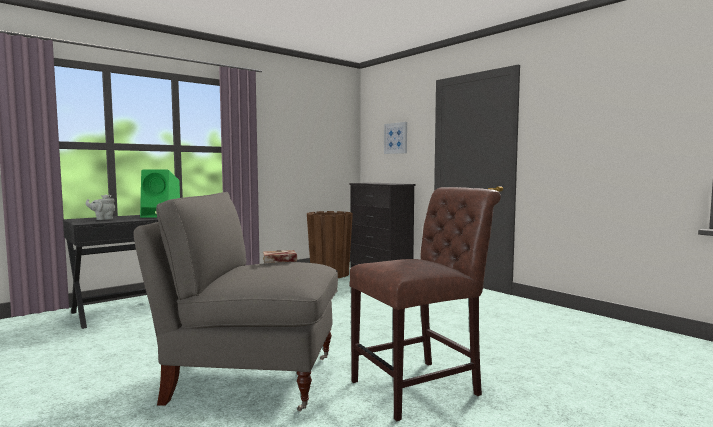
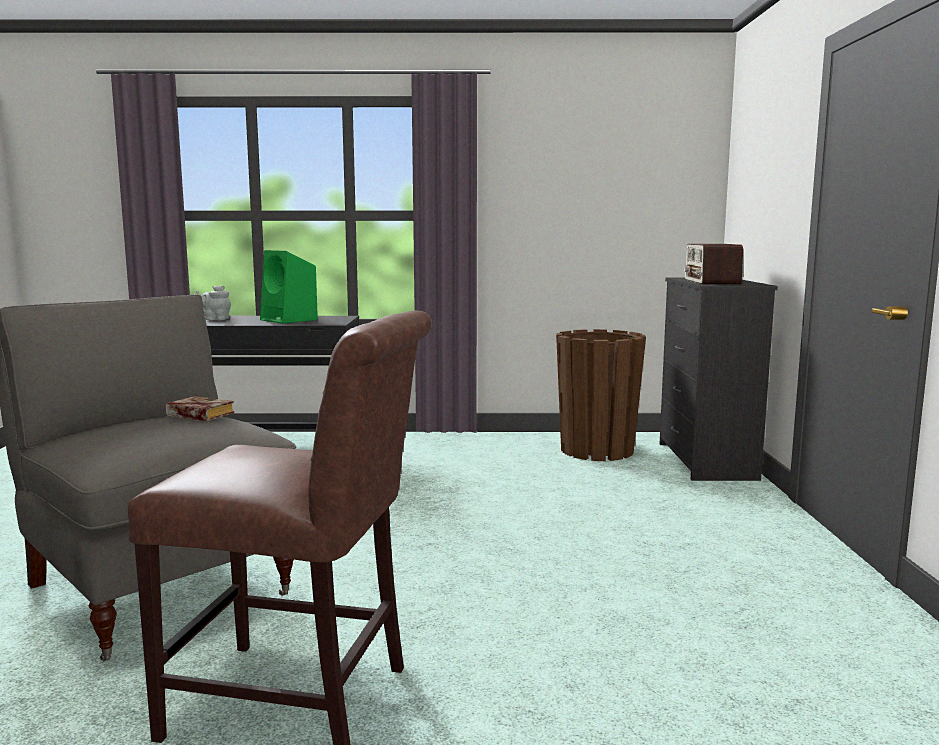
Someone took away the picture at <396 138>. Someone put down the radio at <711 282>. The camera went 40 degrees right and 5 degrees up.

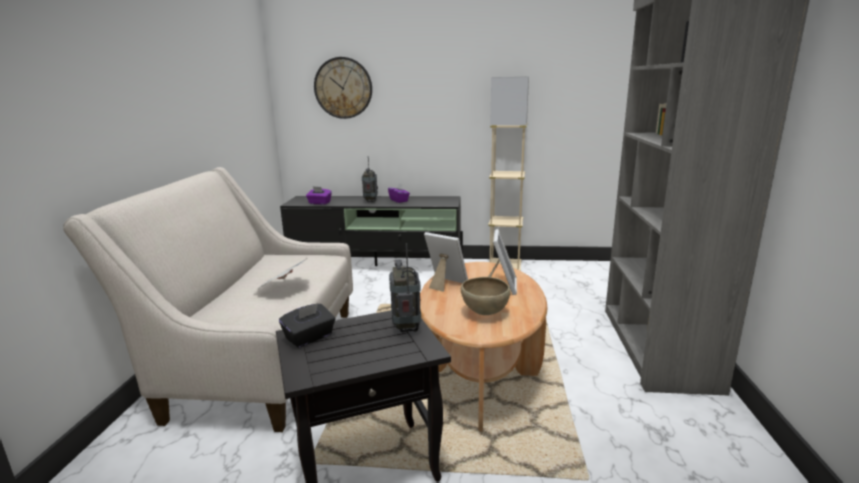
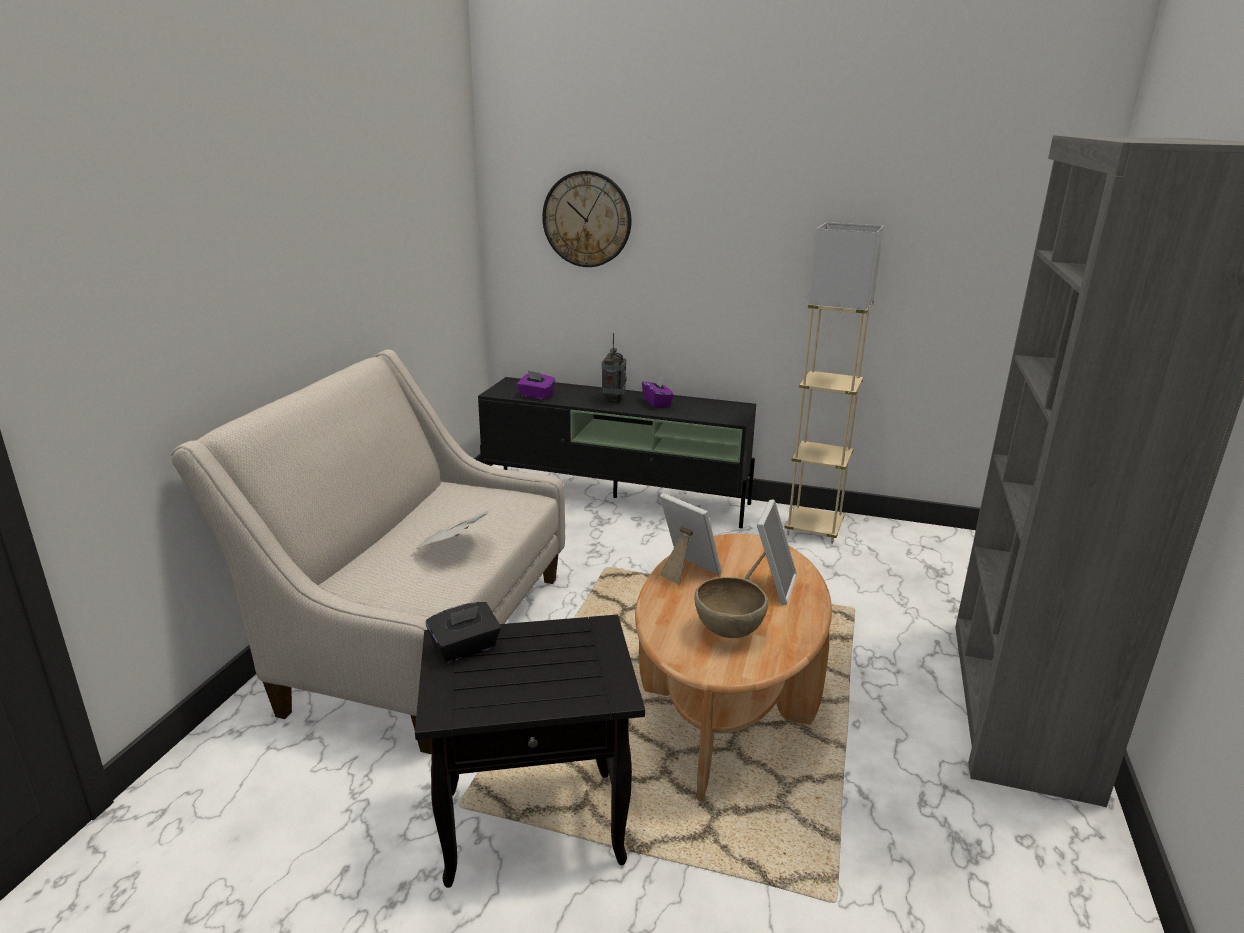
Someone took away the radio at <406 327>. The camera went 10 degrees right and 5 degrees up.

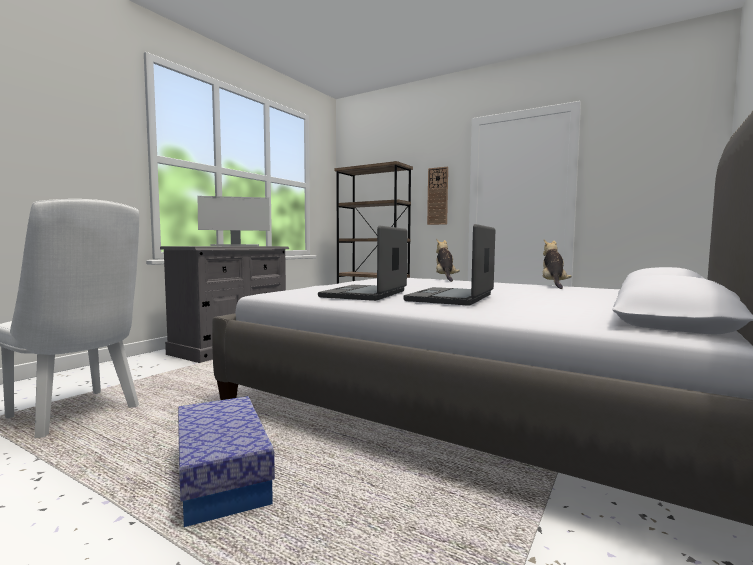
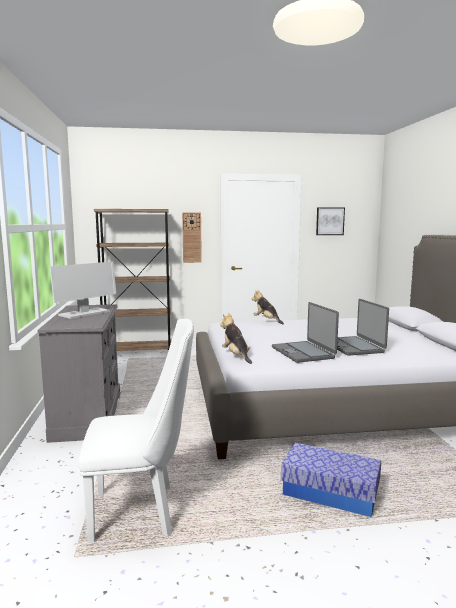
Someone carried the plush toy from <553 285> to <236 356>. Someone put up the picture at <330 221>. The camera went 40 degrees left and 5 degrees up.

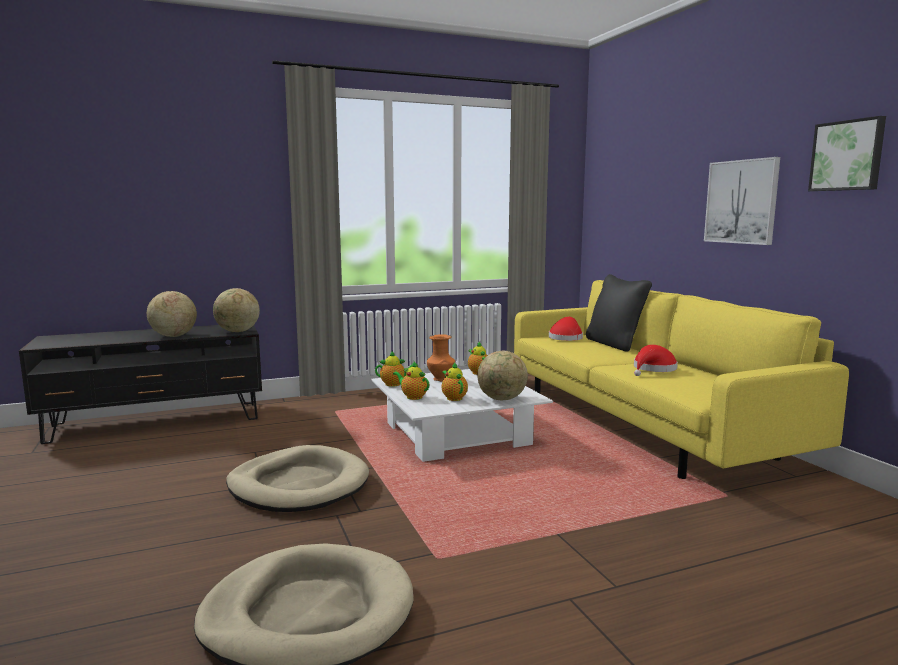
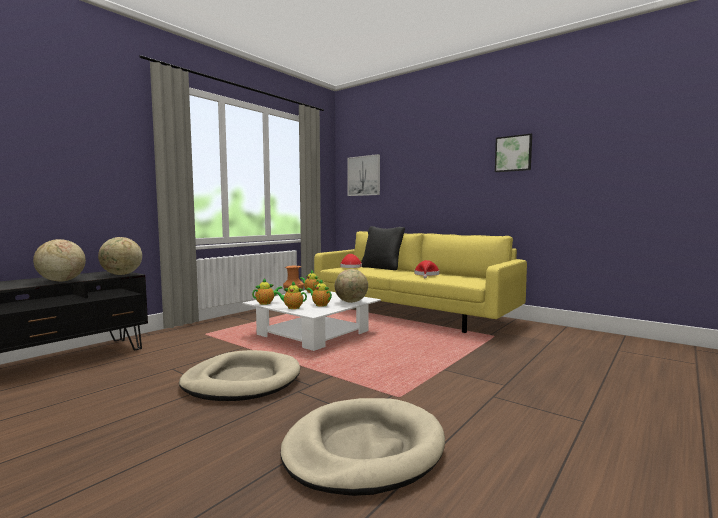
Someone carried the picture from <741 202> to <364 176>. The camera went 30 degrees left and 5 degrees down.

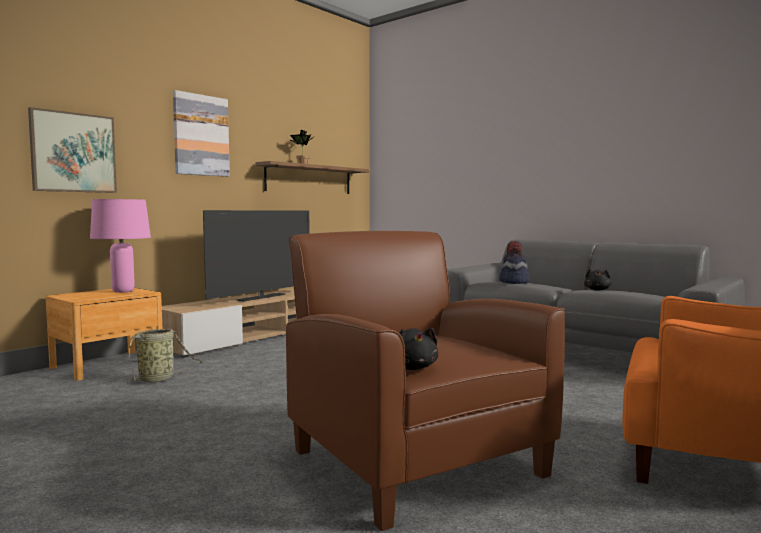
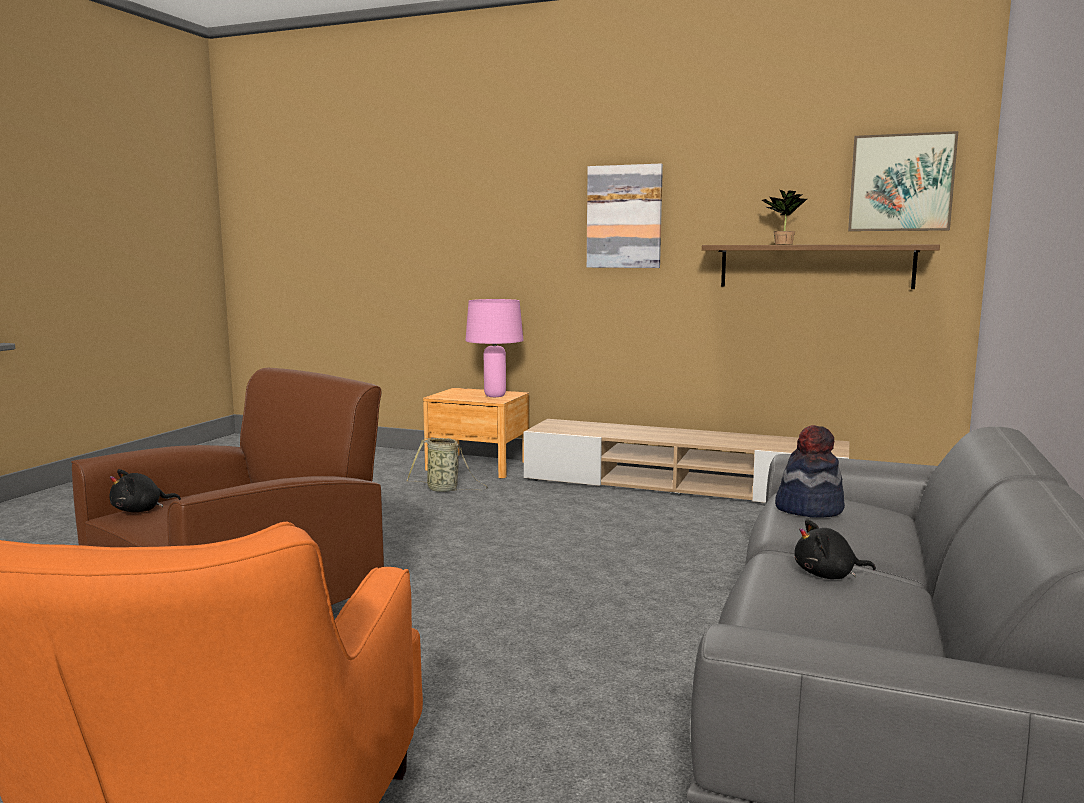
Someone carried the picture from <73 152> to <901 183>. Someone took away the television at <261 297>. The camera went 70 degrees right and 5 degrees up.

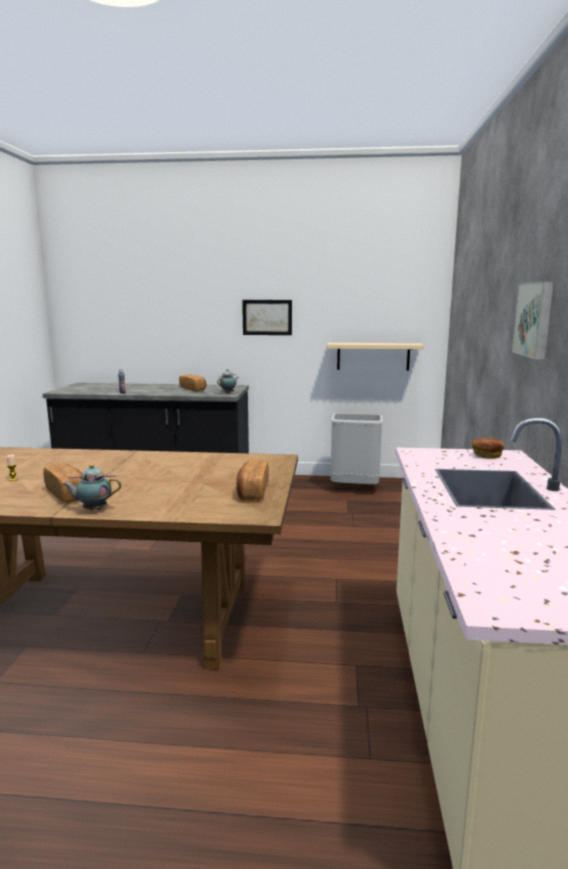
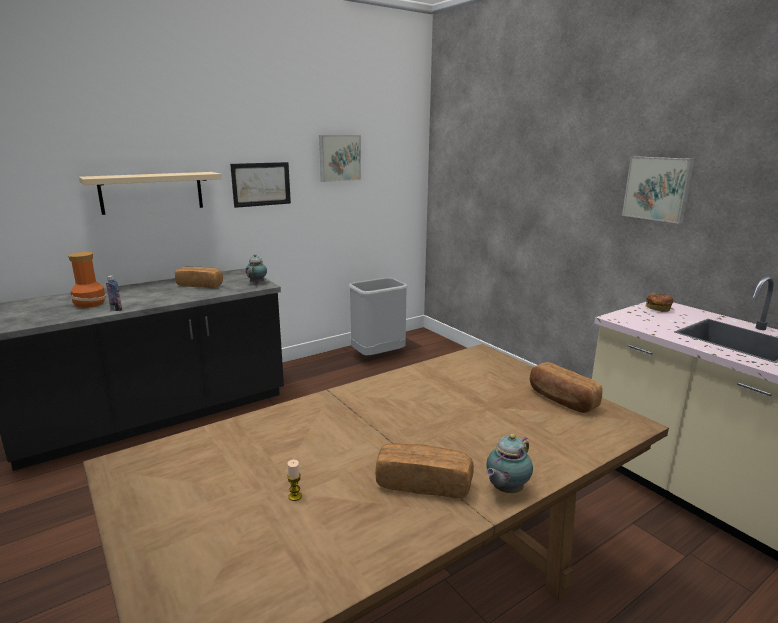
Someone carried the shelf (beige) from <373 356> to <152 192>. Someone put up the picture at <339 158>. Someone put down the vase at <89 303>. The camera went 40 degrees left and 5 degrees up.

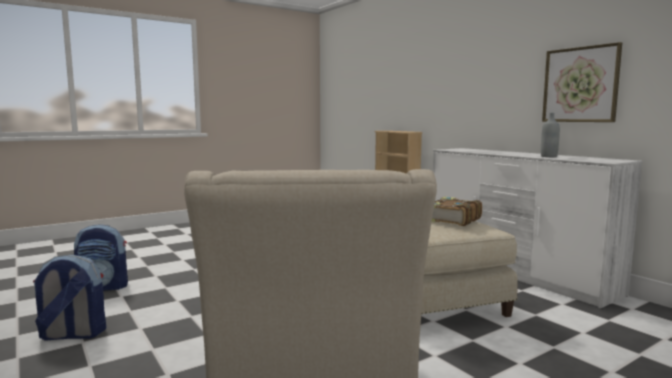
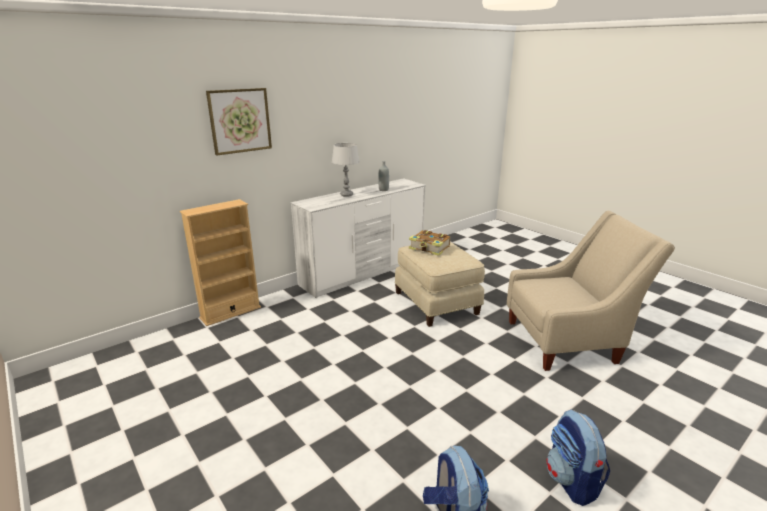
Someone carried the picture from <580 85> to <240 121>. Someone put down the table lamp (grey) at <346 195>. The camera went 95 degrees left and 15 degrees up.

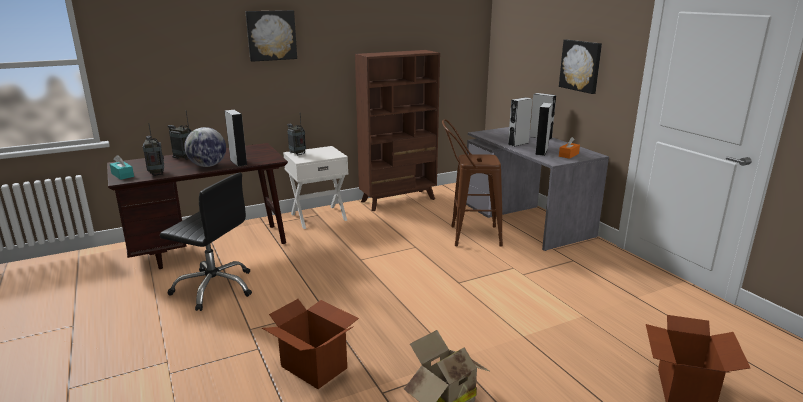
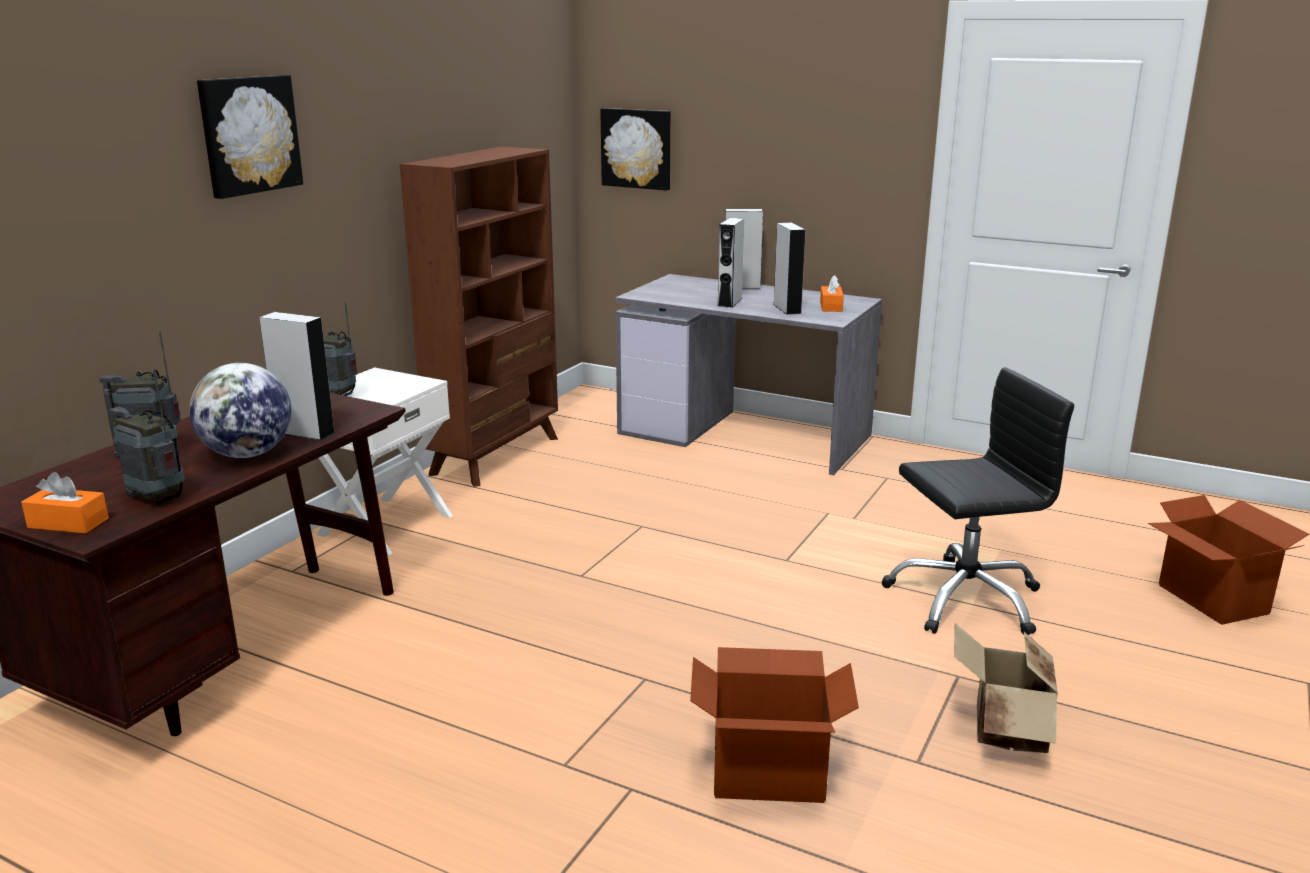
Someone carried the picture from <581 66> to <637 148>. Someone took away the stool (brown) at <468 236>. Someone repainted the tissue box (turquoise) at <122 175>, which became the tissue box (orange) at <68 523>. Someone carried the office chair (black) from <214 288> to <964 599>. The camera went 35 degrees left and 0 degrees up.

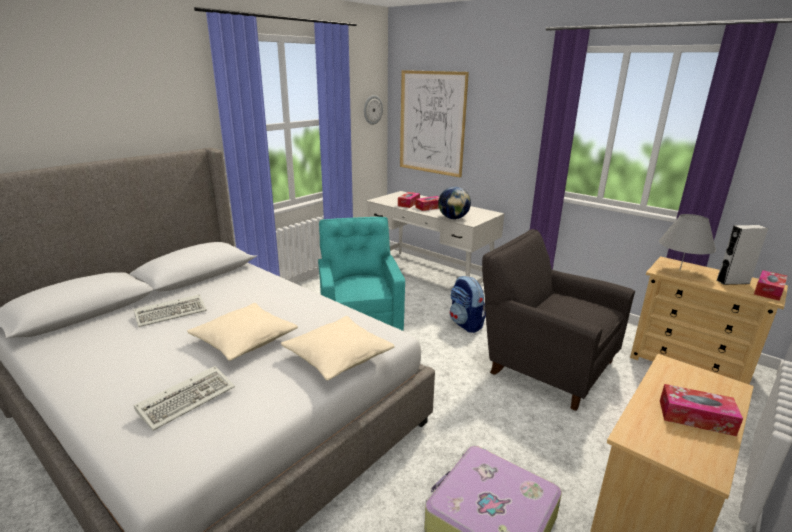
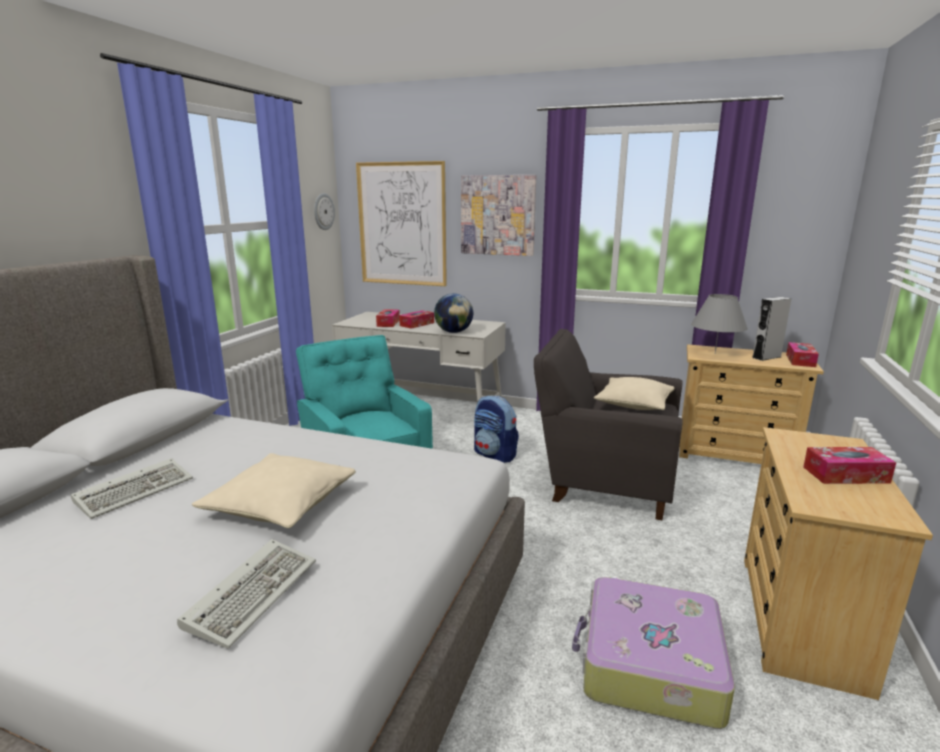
Someone carried the pillow (beige) from <338 357> to <634 404>. Someone put up the picture at <498 215>. The camera went 20 degrees left and 5 degrees down.

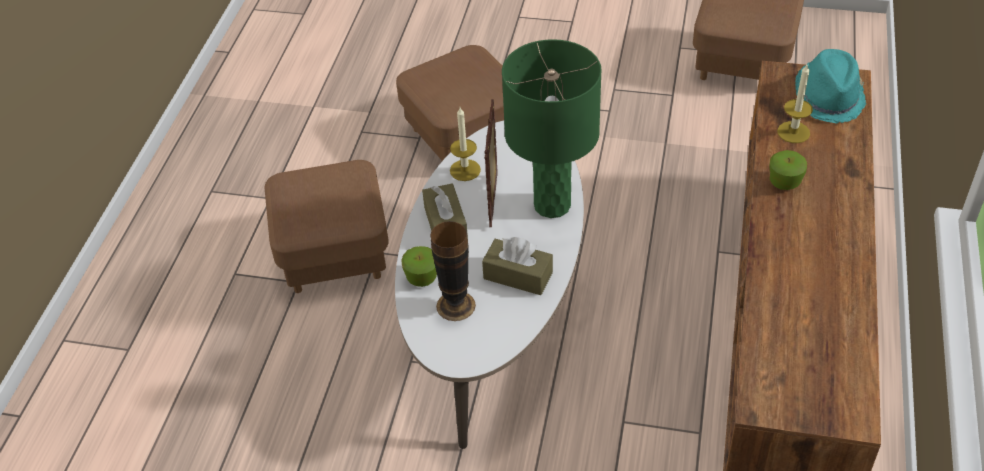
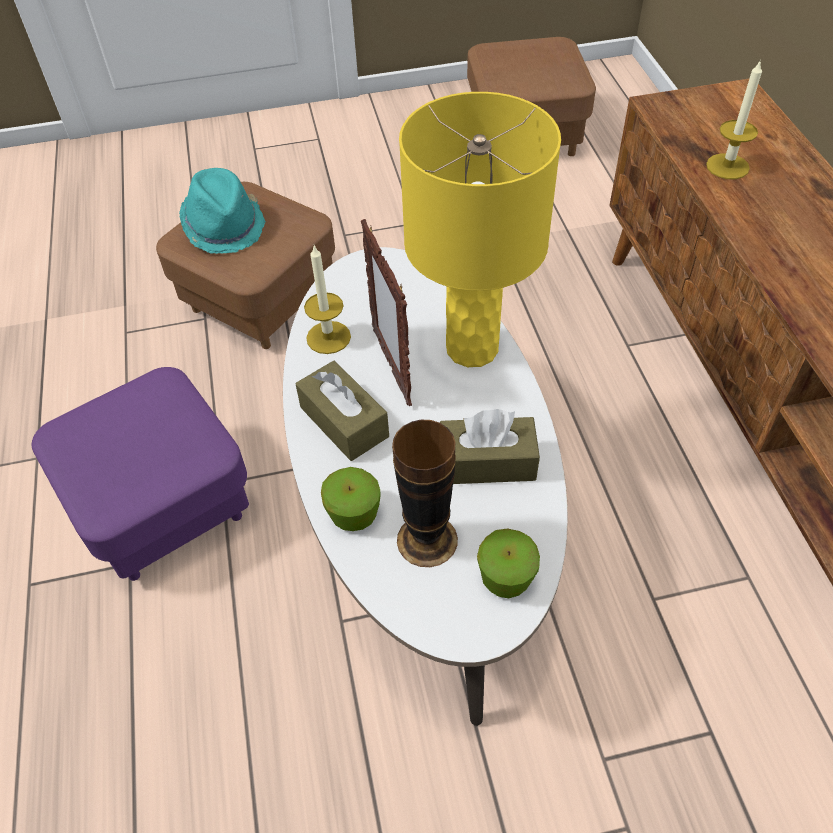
Someone repainted the table lamp (green) at <552 205>, which became the table lamp (yellow) at <473 349>. Someone carried the hat (turquoise) from <829 98> to <224 226>. Someone carried the apple from <784 182> to <506 577>. Someone repainted the ottoman (brown) at <334 254>, which became the ottoman (purple) at <163 506>. The camera went 25 degrees left and 5 degrees up.

